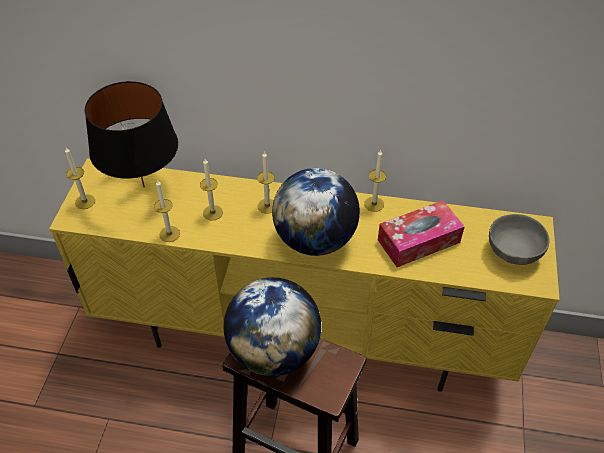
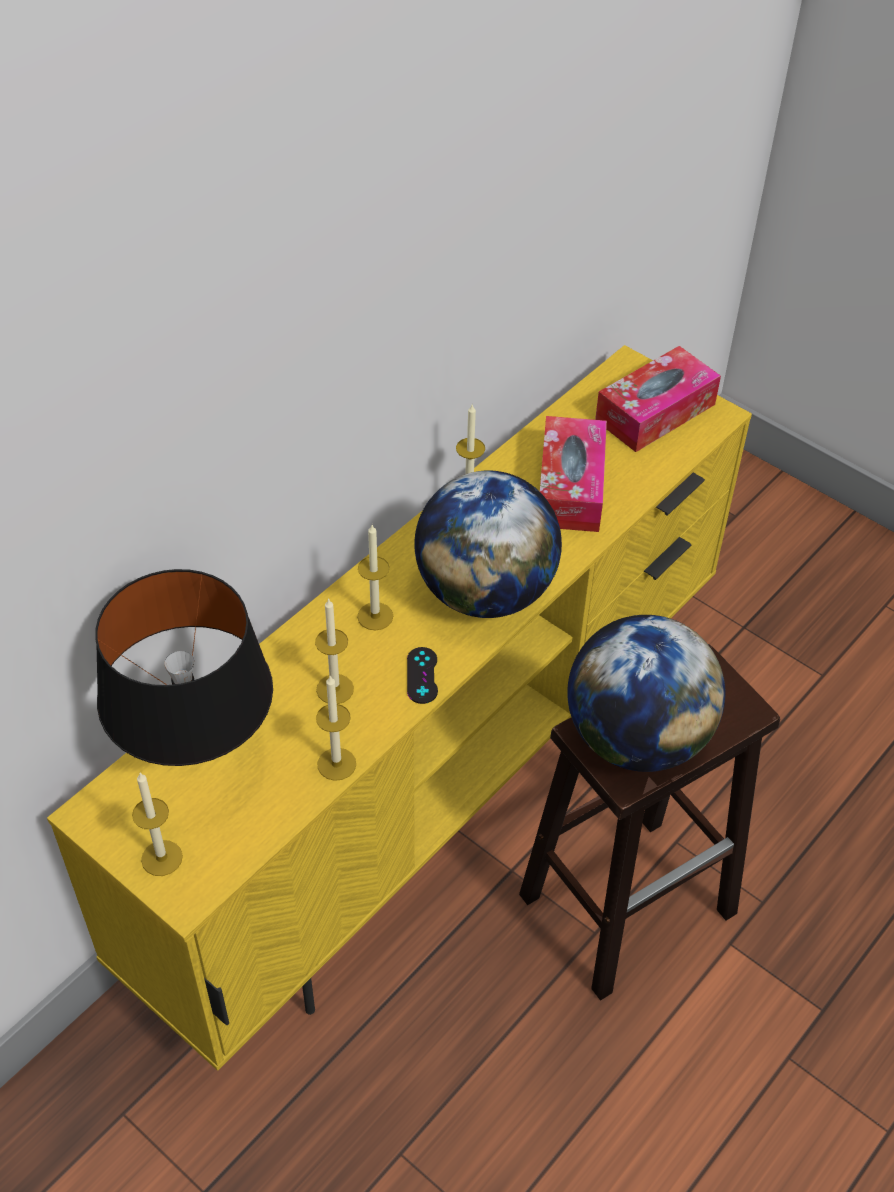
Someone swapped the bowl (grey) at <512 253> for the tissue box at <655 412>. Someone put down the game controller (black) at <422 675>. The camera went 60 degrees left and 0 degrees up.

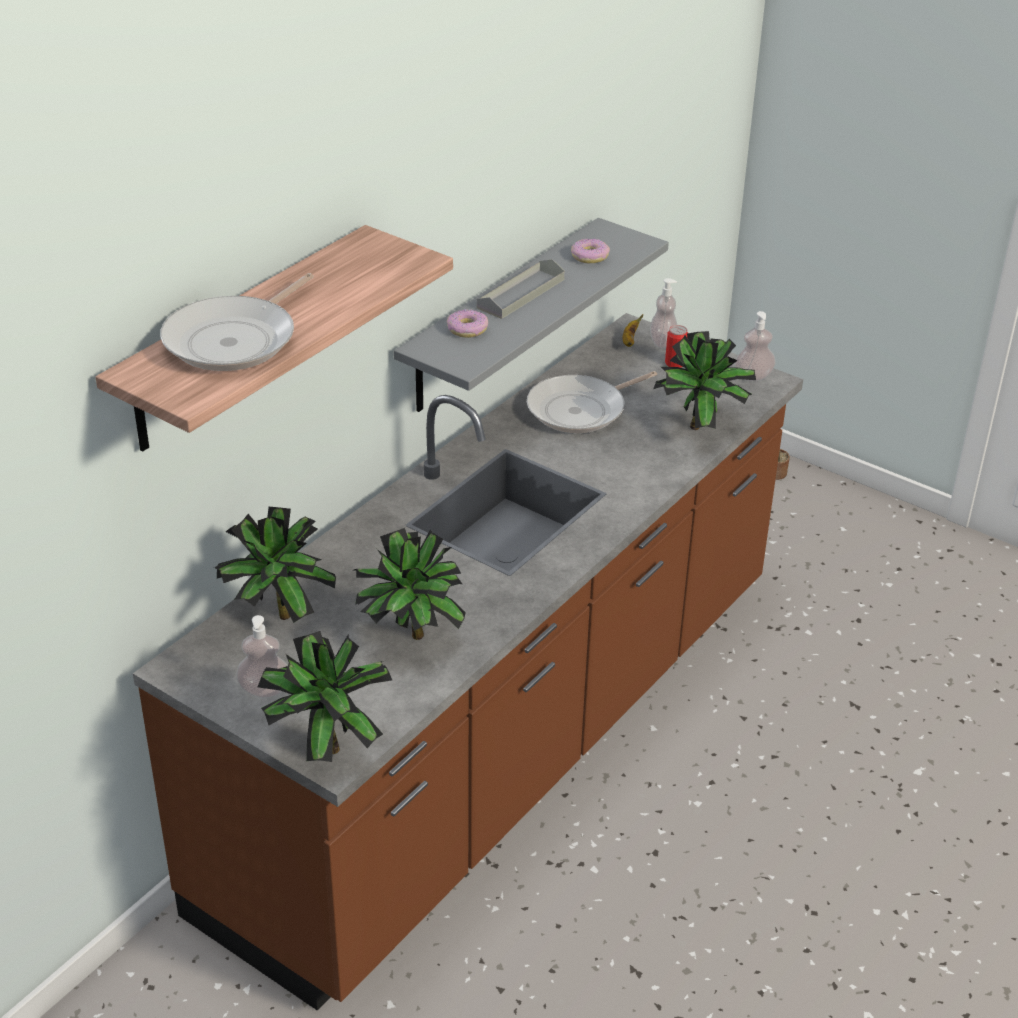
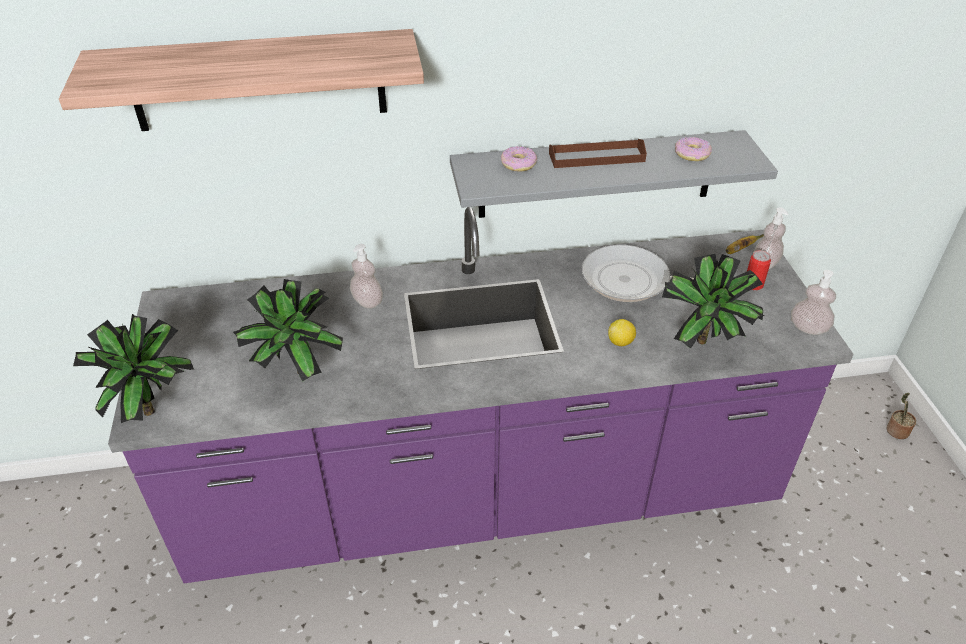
Someone repainted the tray (grey) at <521 293>, which became the tray (brown) at <596 157>. Someone took away the frying pan at <236 340>. Someone repainted the counter (brown) at <504 742>, which became the counter (purple) at <483 493>. Someone took away the potted plant at <275 617>. Someone carried the soap dispenser from <265 690> to <367 301>. Someone put down the lemon at <620 342>. The camera went 45 degrees right and 5 degrees up.

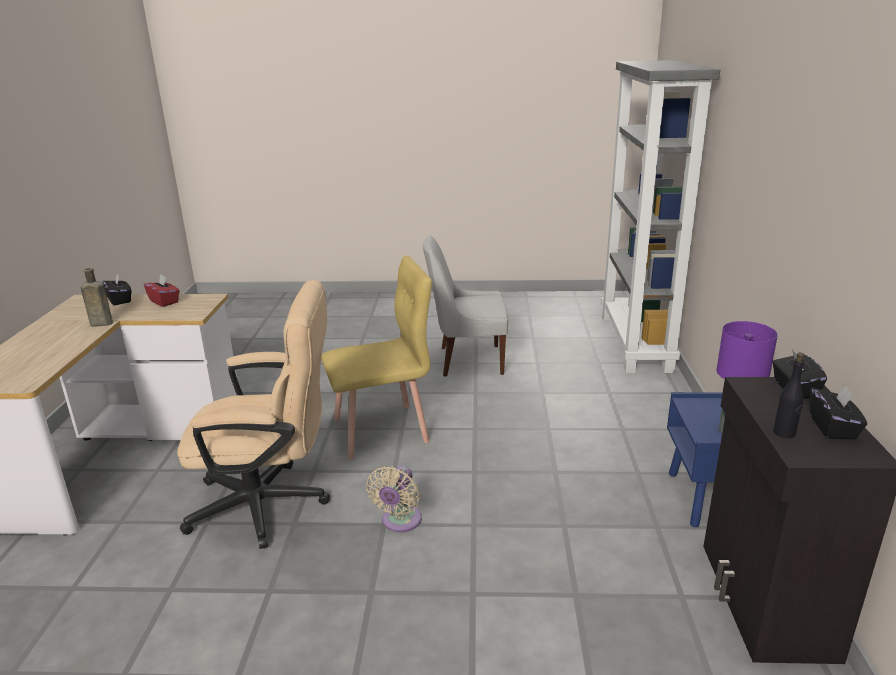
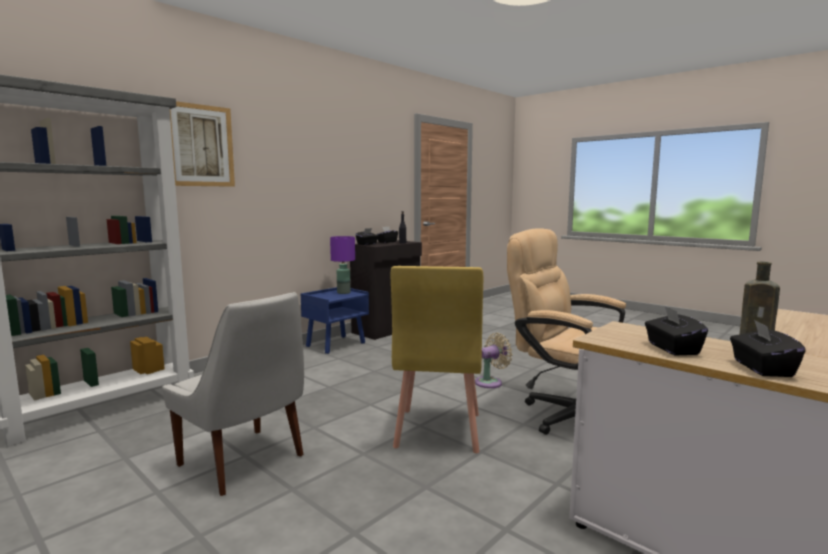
Someone rotated the chair (yellow) at <381 430> by 105 degrees counterclockwise. Someone repainted the tissue box (red) at <164 301>, which became the tissue box (black) at <672 349>. Someone put up the picture at <200 145>. The camera went 140 degrees left and 15 degrees down.

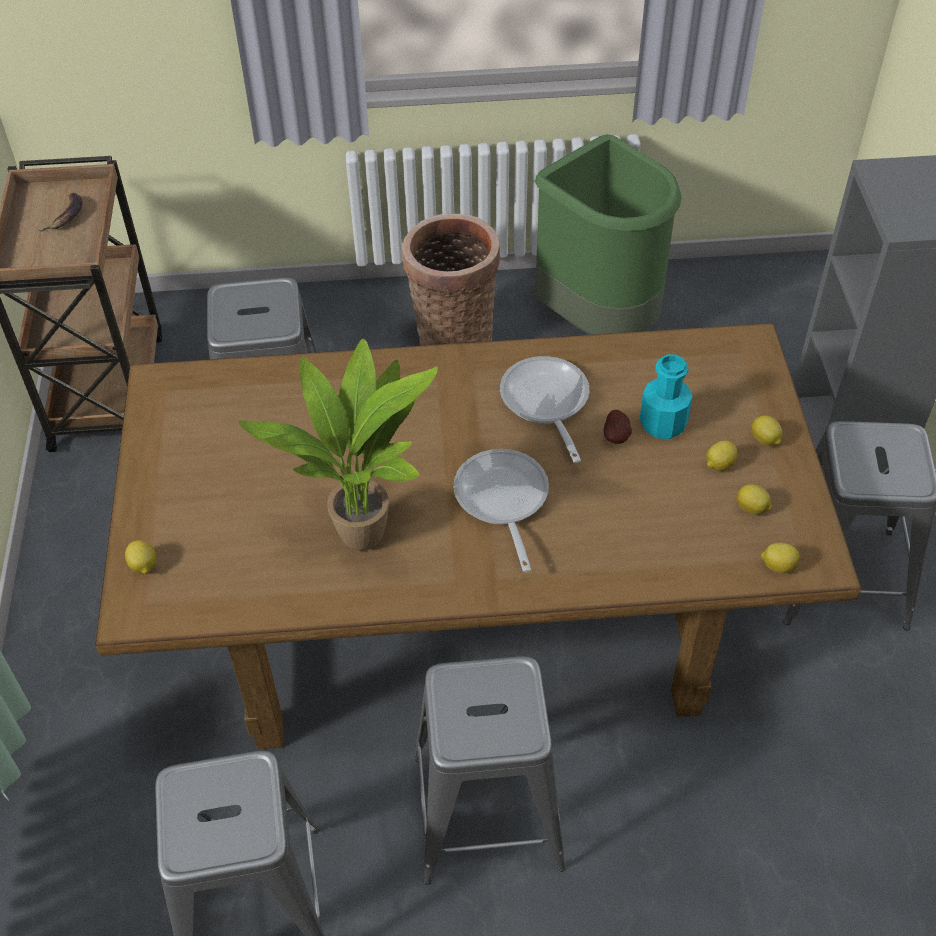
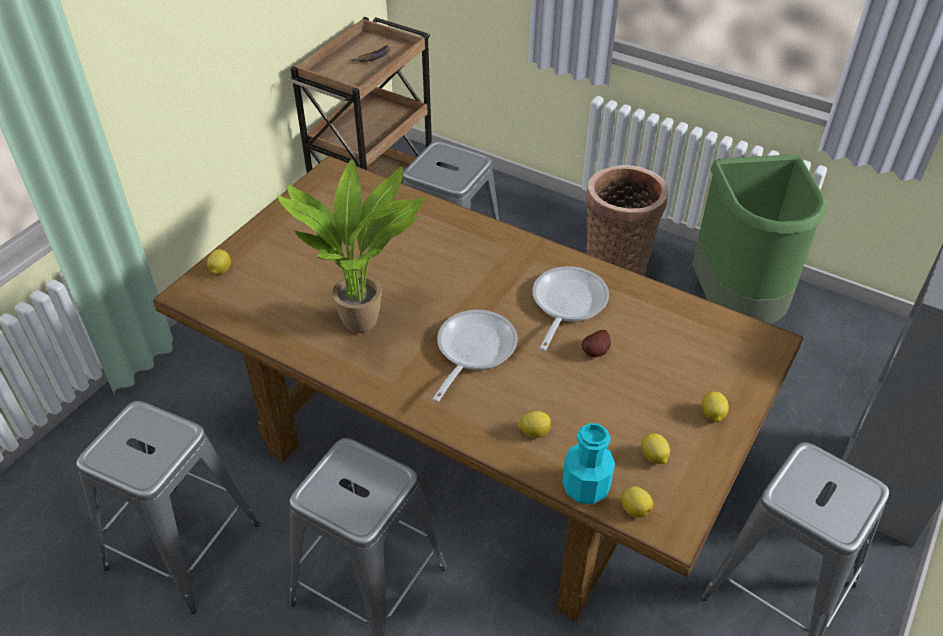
Someone carried the bottle (turquoise) from <663 424> to <585 487>. Someone carried the lemon from <719 465> to <534 432>. The camera went 35 degrees right and 5 degrees down.

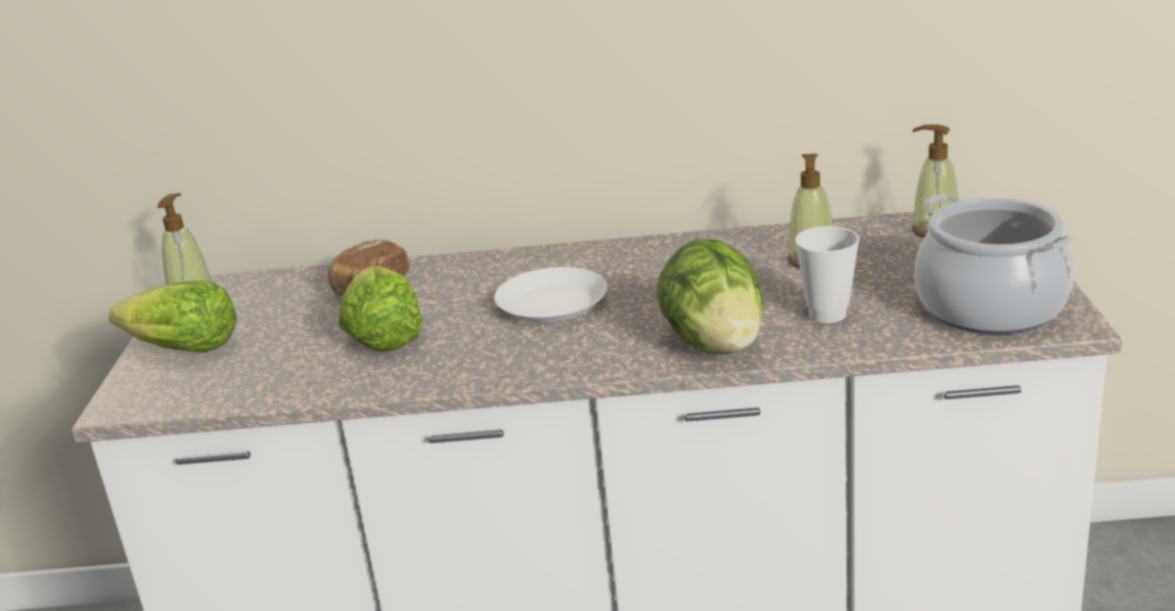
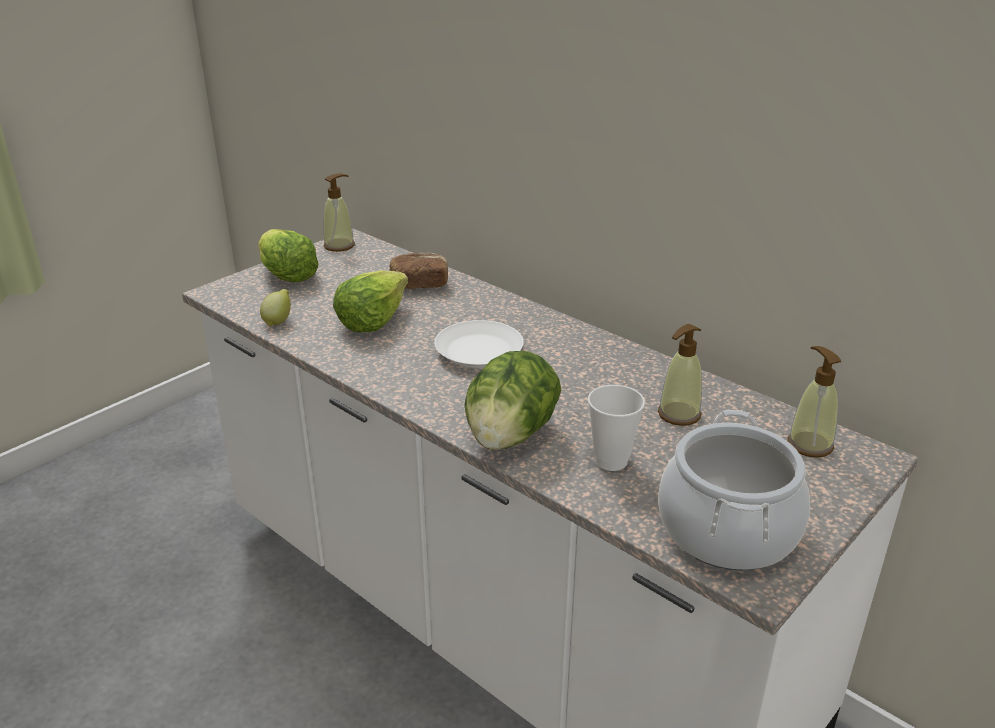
Someone put down the lemon at <278 321>. The camera went 40 degrees right and 5 degrees up.

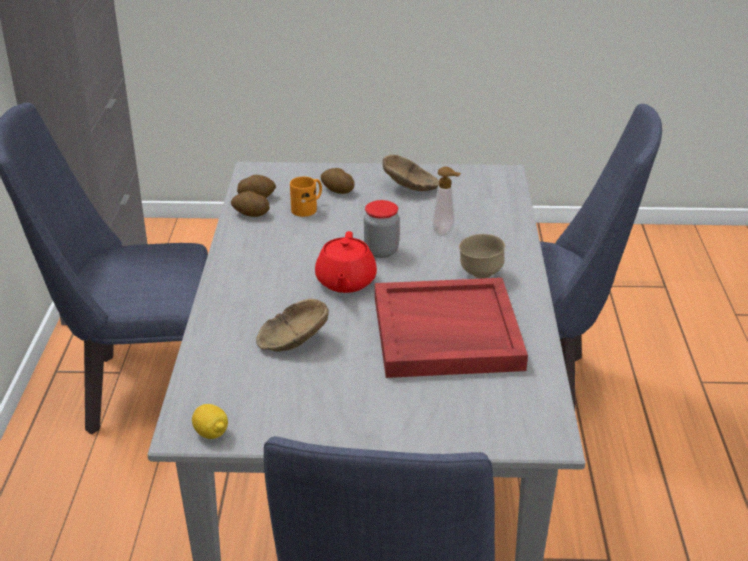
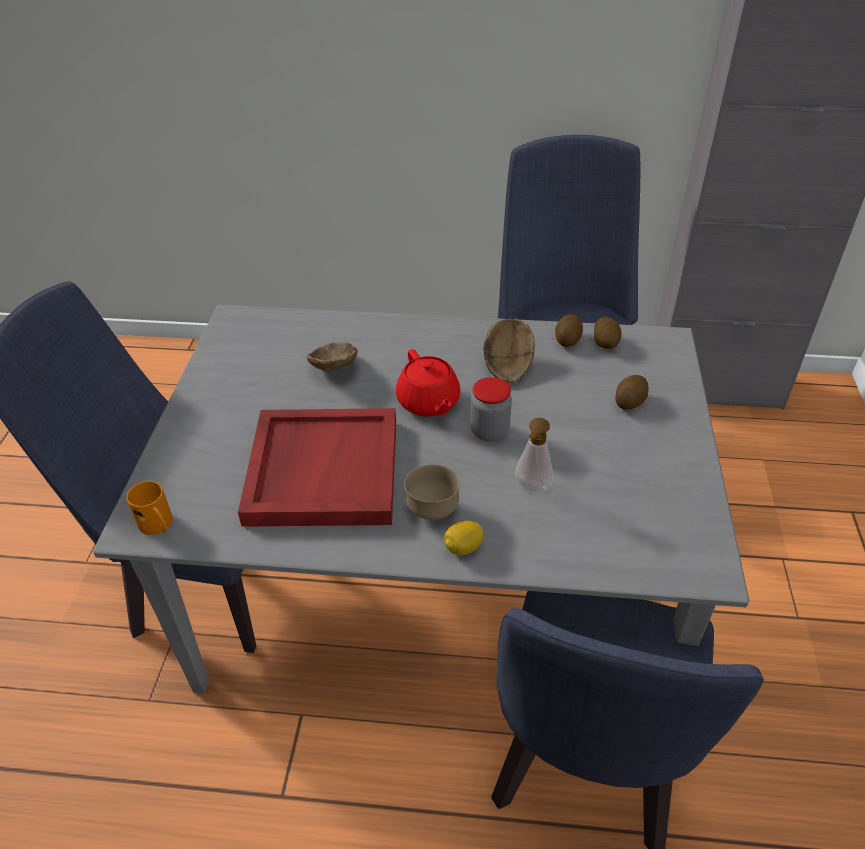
Someone carried the bowl (brown) from <412 188> to <506 365>. Someone carried the mug (orange) from <308 208> to <159 526>. Someone rotated the teapot (red) at <345 282> by 120 degrees counterclockwise. Someone carried the lemon from <211 433> to <463 548>. The camera went 95 degrees right and 10 degrees up.

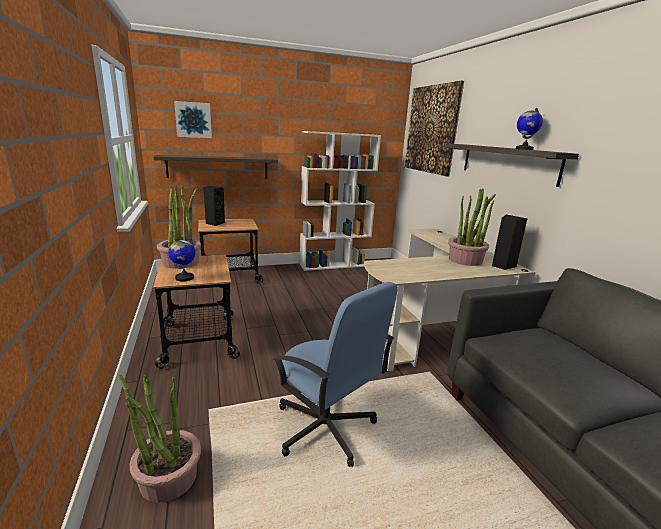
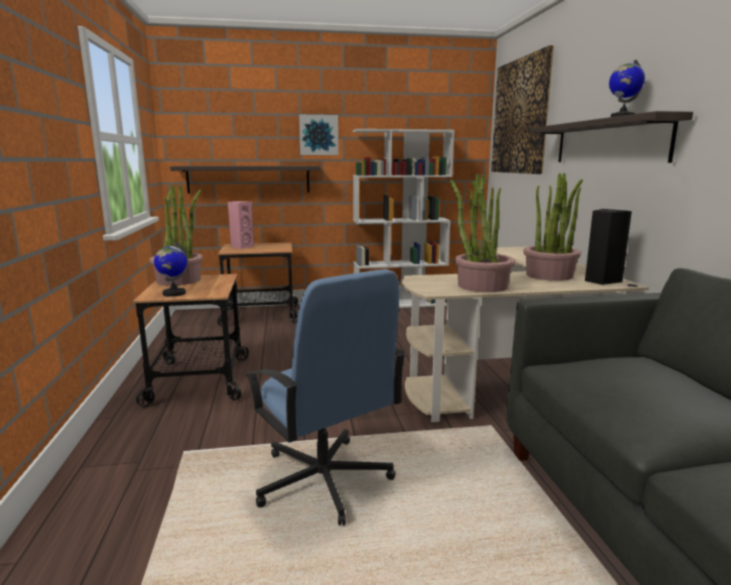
Someone carried the picture from <193 120> to <318 135>. Someone repainted the speaker (black) at <214 223>, which became the speaker (pink) at <241 247>. Someone carried the potted plant from <168 477> to <482 286>. The camera went 10 degrees right and 5 degrees down.

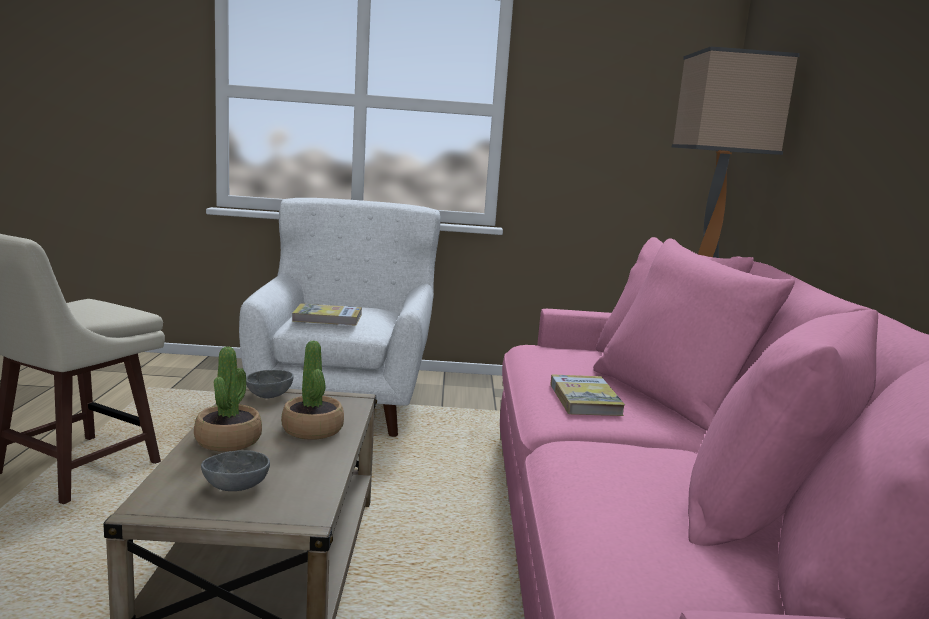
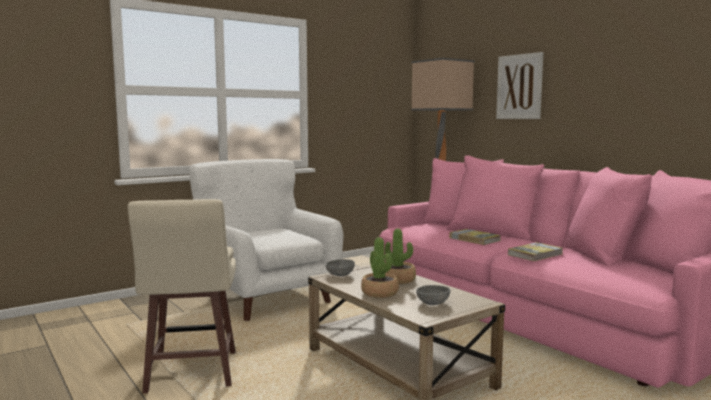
Someone carried the book from <327 318> to <535 254>. Someone put up the picture at <519 87>. The camera went 35 degrees left and 5 degrees down.

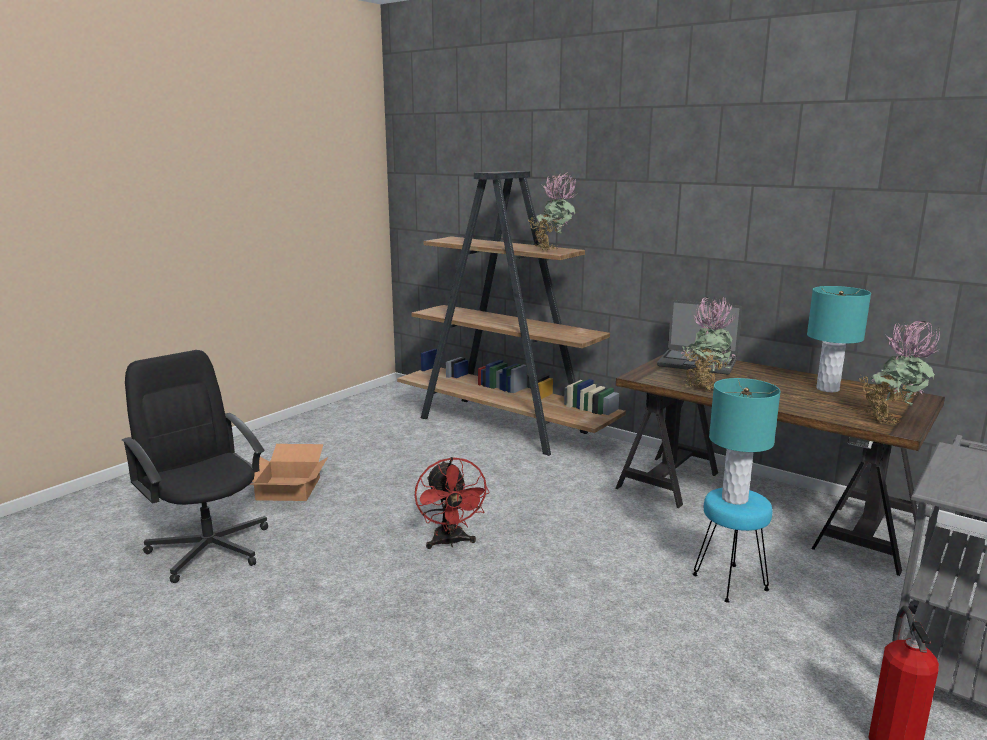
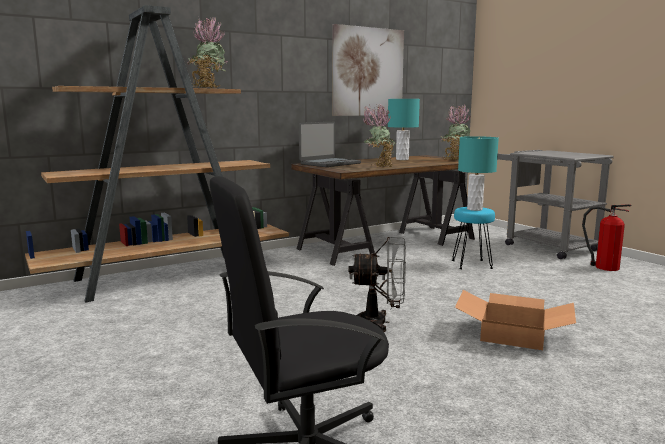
Someone carried the cardboard box from <289 489> to <513 334>. Someone repainted the fan (red) at <450 542>, which became the fan (grey) at <380 322>. Someone put up the picture at <368 72>. The camera went 70 degrees left and 5 degrees down.

